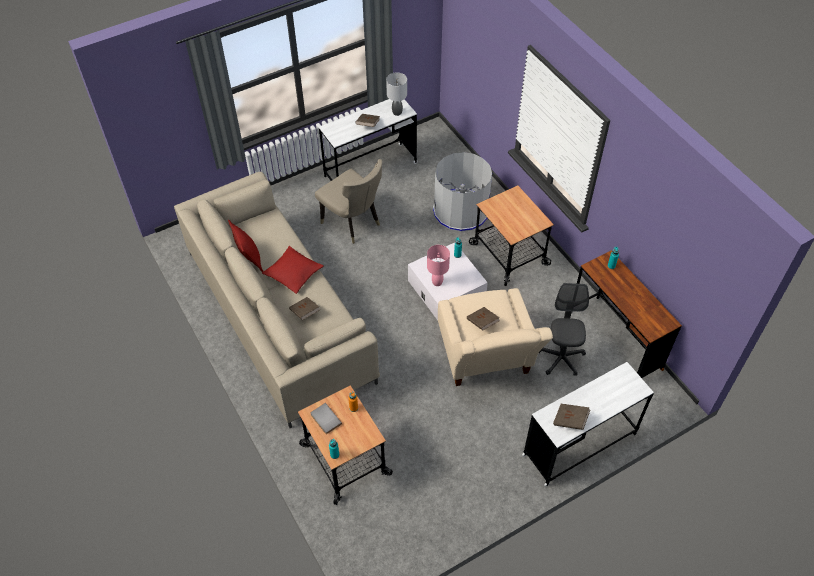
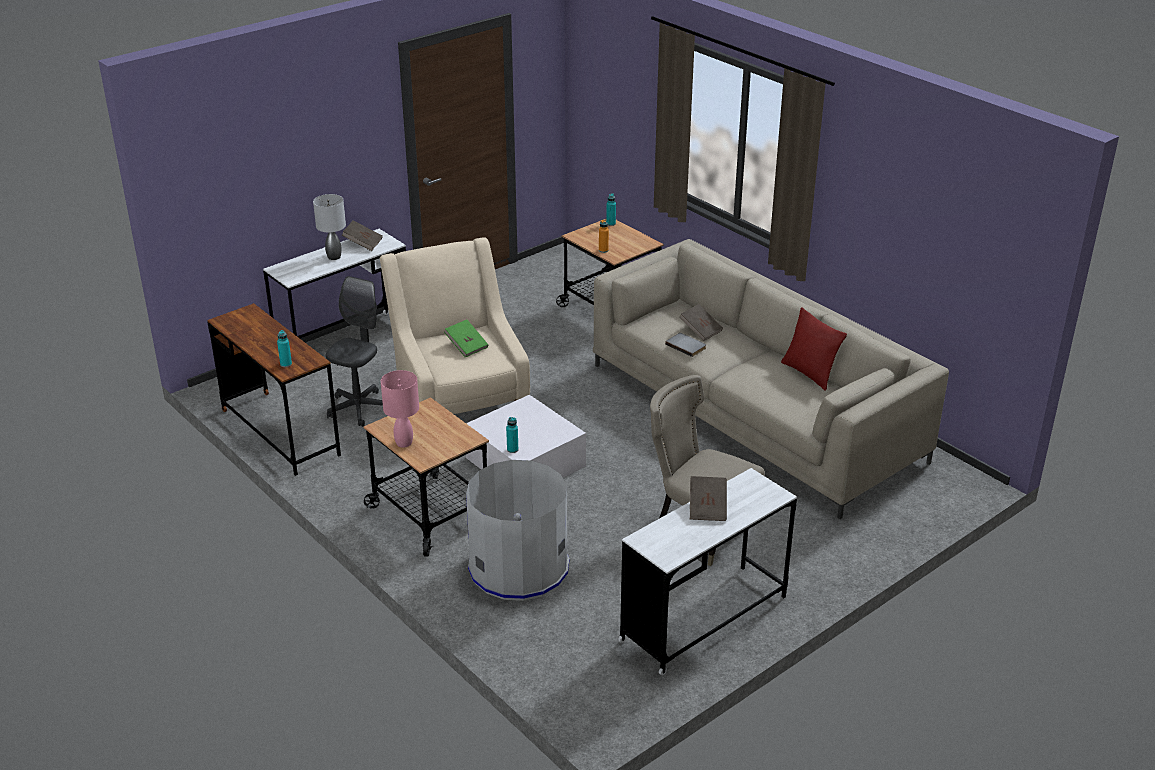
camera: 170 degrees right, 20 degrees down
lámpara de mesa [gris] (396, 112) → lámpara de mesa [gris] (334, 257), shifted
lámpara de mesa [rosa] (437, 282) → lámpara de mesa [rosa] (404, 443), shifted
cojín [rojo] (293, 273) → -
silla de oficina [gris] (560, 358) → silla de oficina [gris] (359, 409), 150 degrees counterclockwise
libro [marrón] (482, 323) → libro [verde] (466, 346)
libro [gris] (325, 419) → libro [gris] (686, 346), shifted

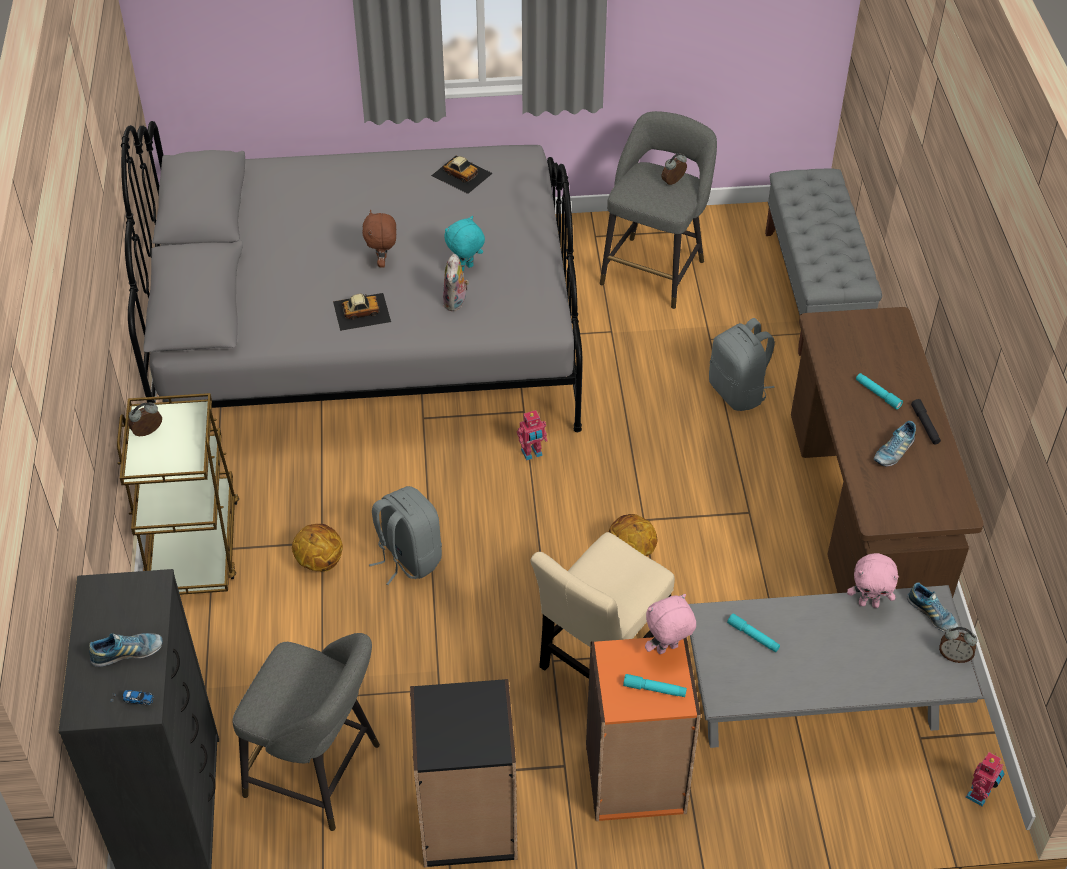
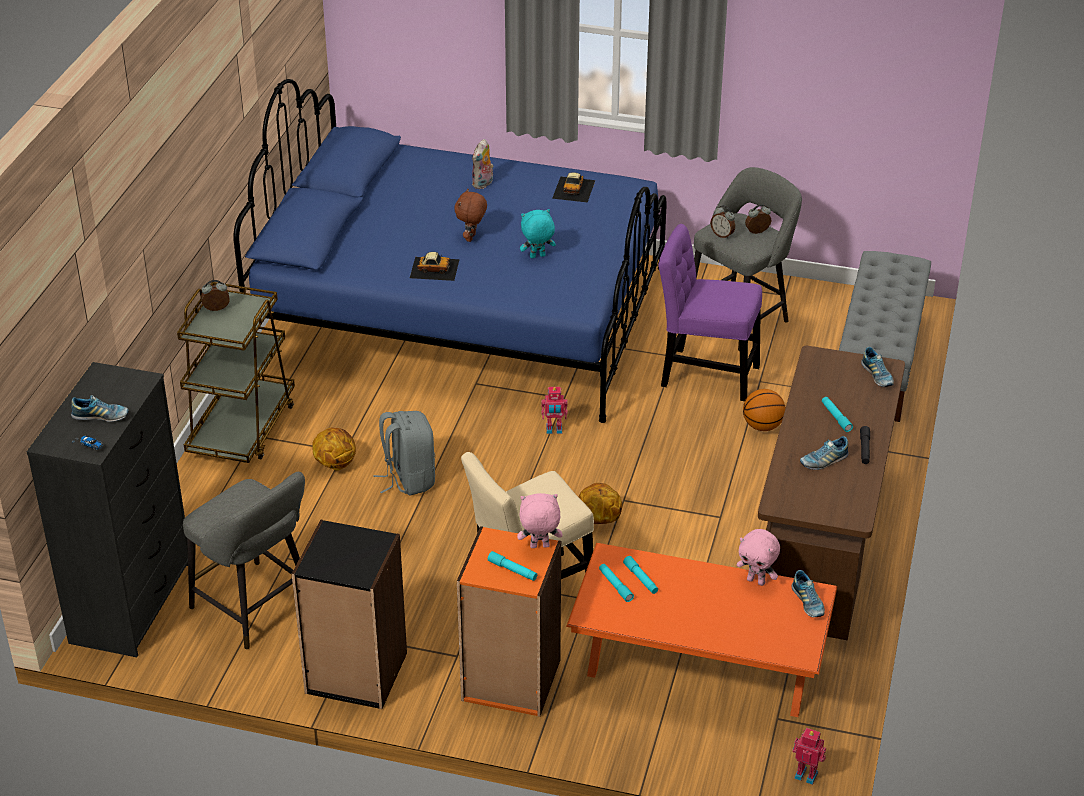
camera: 20 degrees right, 10 degrees down
cama [gris] (369, 337) → cama [azul] (463, 315)
coche de juguete (461, 174) → coche de juguete (574, 189), 45 degrees clockwise
peluche (456, 302) → peluche (483, 184), shifted
mochila [gris] (738, 392) → balón de baloncesto (762, 426)
mesa de centro [gris] (817, 705) → mesa de centro [naranja] (699, 671)
despertador (954, 656) → despertador (722, 235), shifted
robot de juguete (980, 795) → robot de juguete (806, 774), 120 degrees counterclockwise
- → silla [morado] (704, 374)
- → zapato (877, 376)
- → linterna [turquesa] (615, 585)

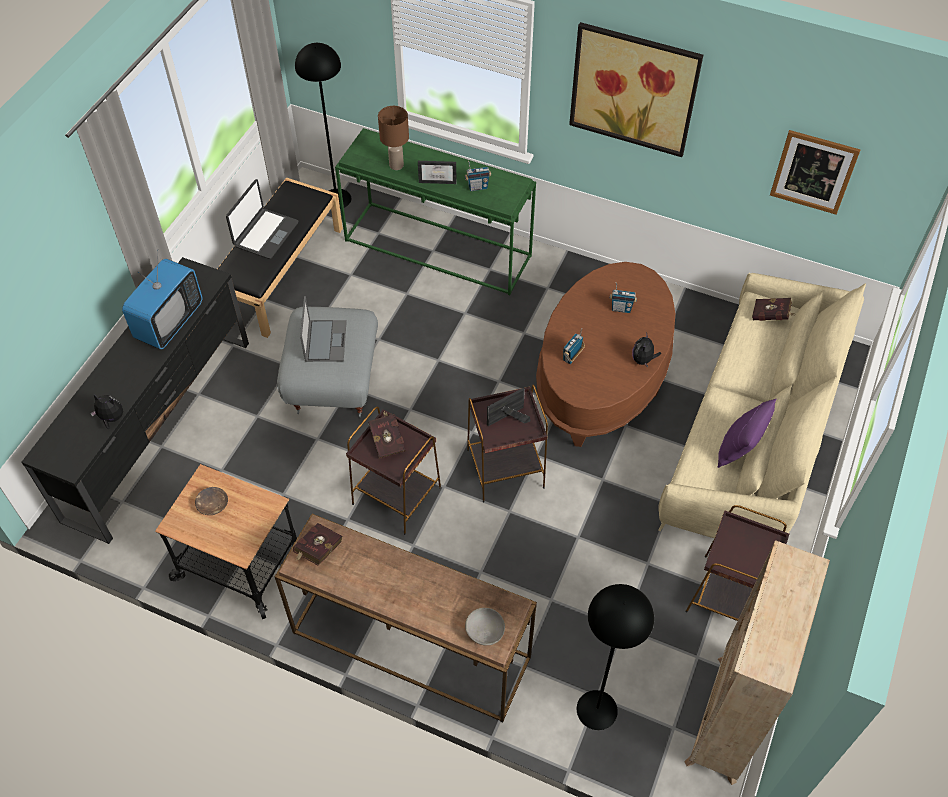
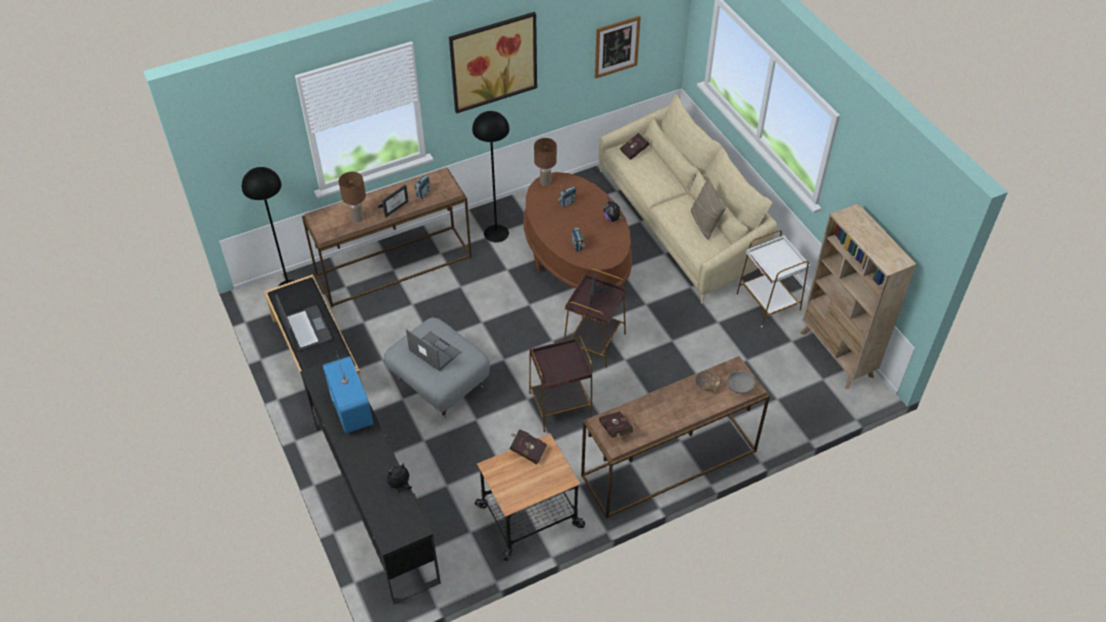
camera: 50 degrees left, 5 degrees down
mesa consola [verde] (439, 248) → mesa consola [marrón] (394, 265)
cojín [morado] (739, 448) → cojín [beis] (705, 223)
libro [rojo] (387, 440) → libro [rojo] (527, 451), shifted
cuenco [marrón] (212, 505) → cuenco [marrón] (707, 384), shifted
mesa auxiliar [marrón] (727, 596) → mesa auxiliar [blanco] (768, 303)
lámpara de pie [negro] (596, 710) → lámpara de pie [negro] (496, 233), shifted
- → lámpara de mesa [marrón] (545, 182)

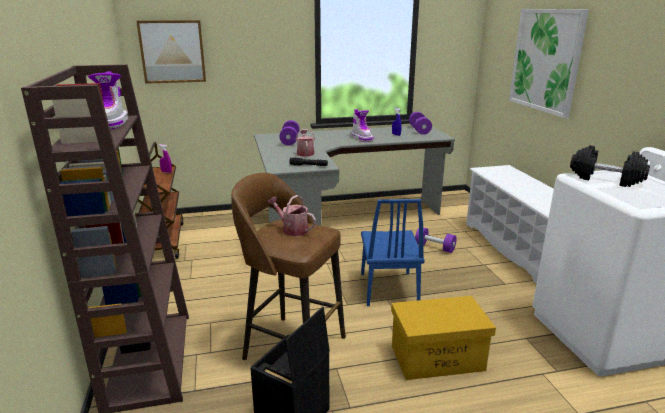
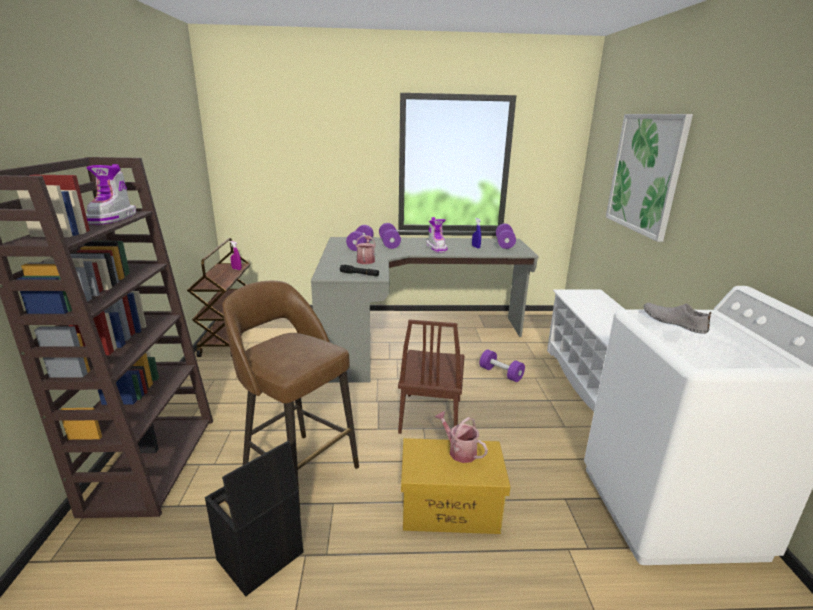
camera: 10 degrees right, 0 degrees up
cuadro (172, 51) → -
mancuerna [negro] (605, 179) → zapato [gris] (673, 322)
regadera (292, 229) → regadera (459, 451), shifted
silla [azul] (388, 288) → silla [marrón] (430, 415)
- → mancuerna [morado] (389, 244)

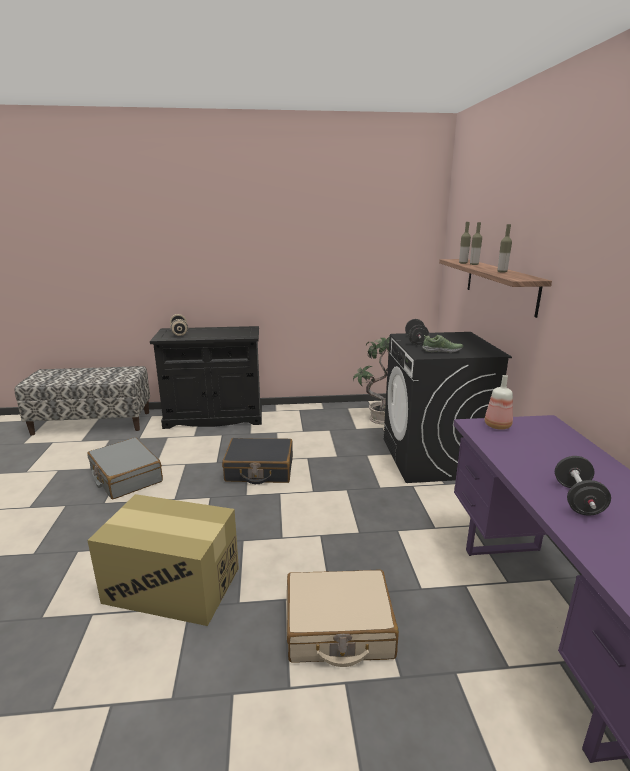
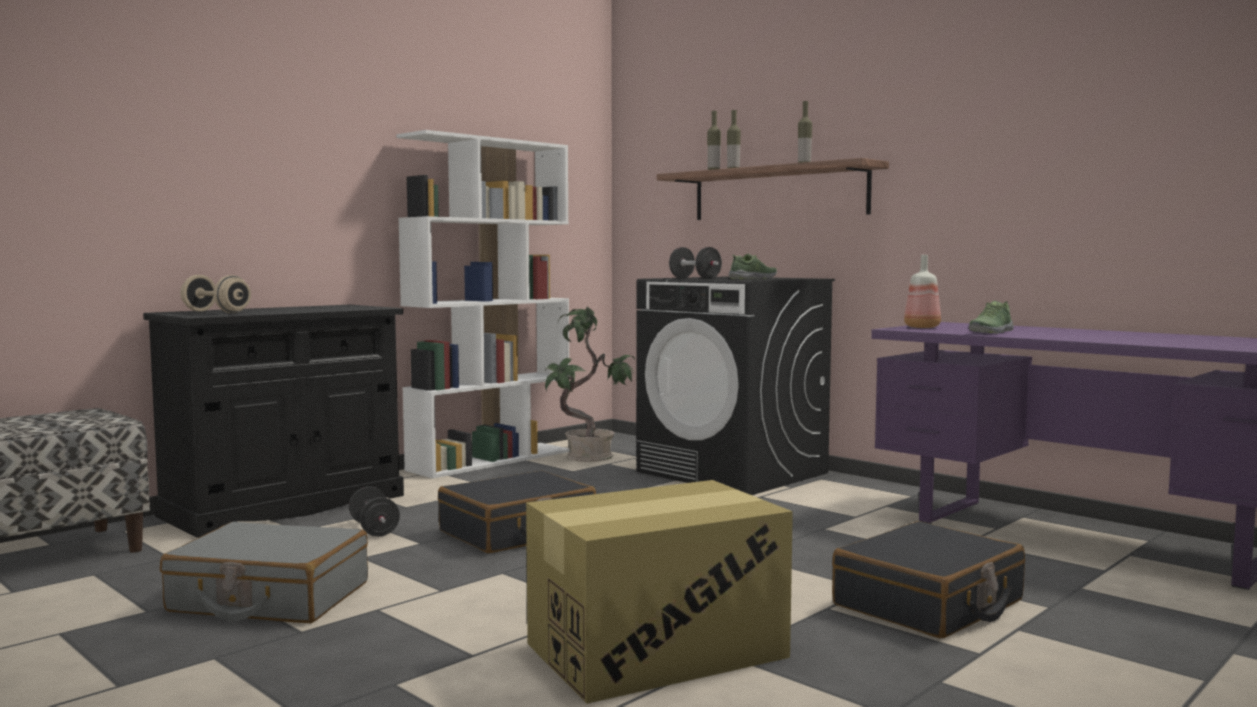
camera: 40 degrees left, 15 degrees down
mancuerna [negro] (577, 500) → mancuerna [negro] (374, 529), shifted
maleta [beis] (338, 628) → maleta [negro] (929, 604)
- → estantería [blanco] (491, 460)
- → zapato (990, 332)

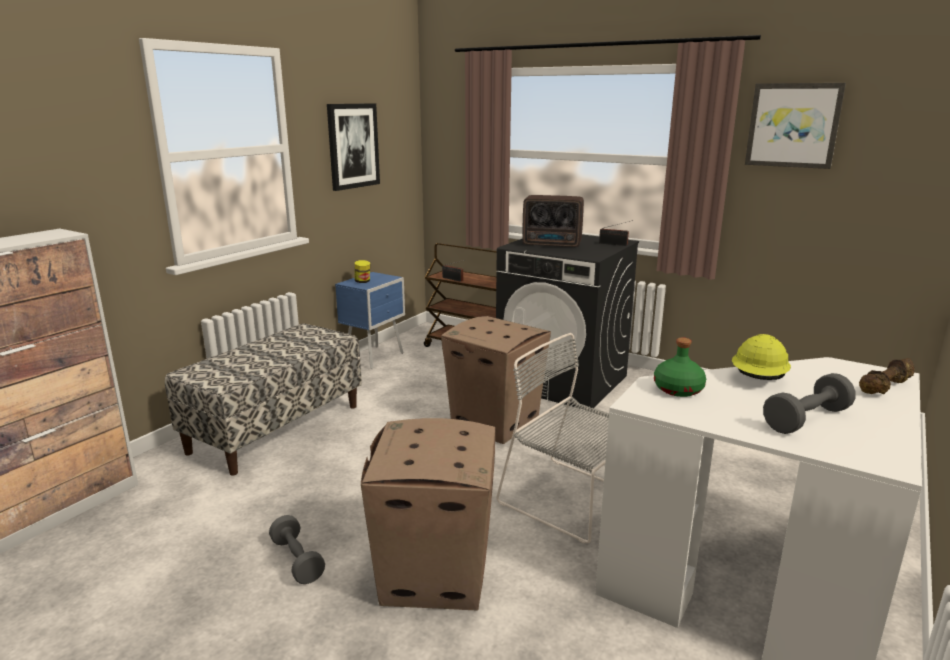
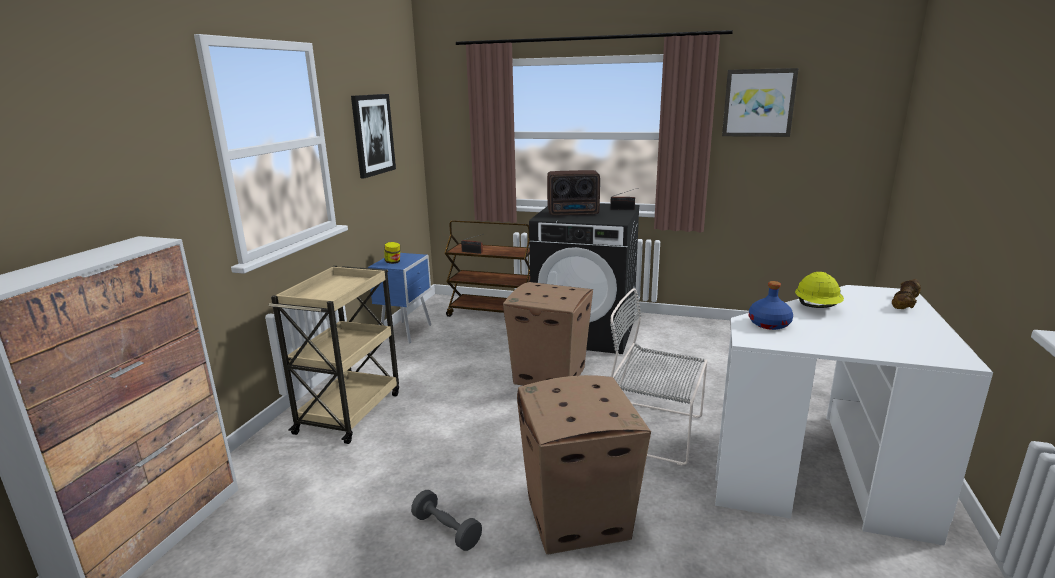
camera: 15 degrees left, 0 degrees up
banco (276, 428) → carrito [beis] (350, 411)
botella [verde] (679, 389) → botella [azul] (769, 324)
mancuerna [gris] (806, 419) → -

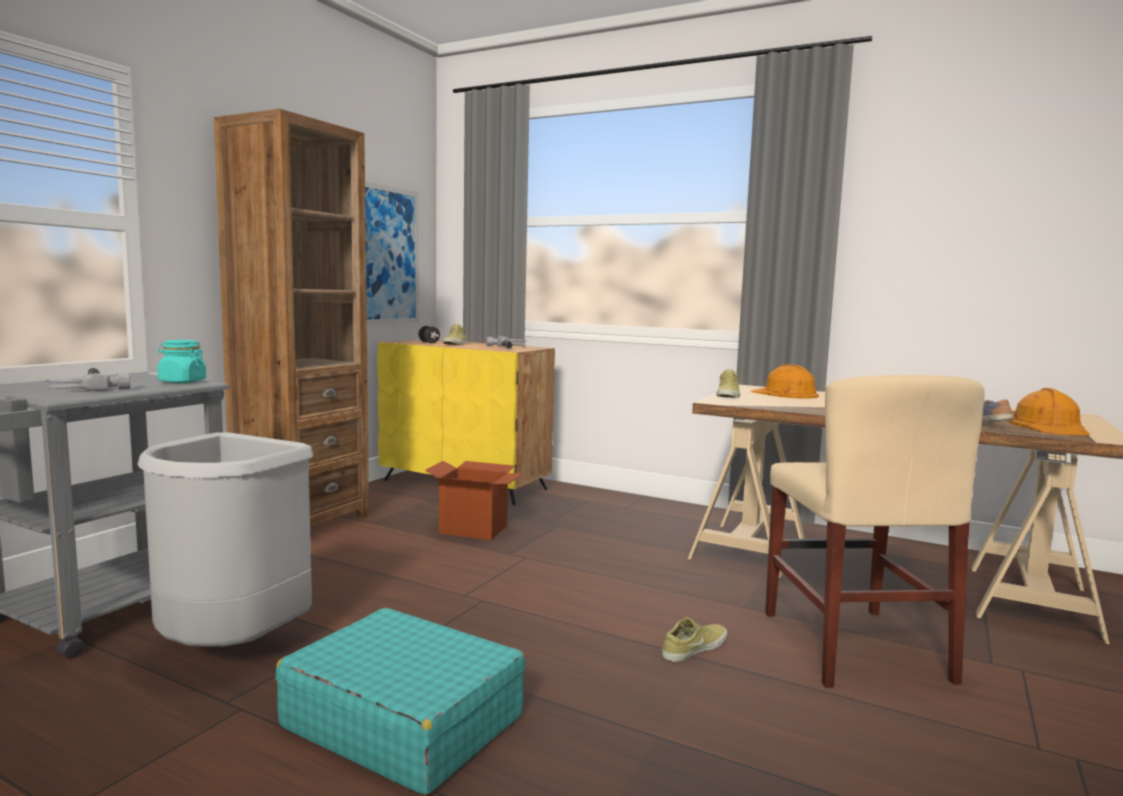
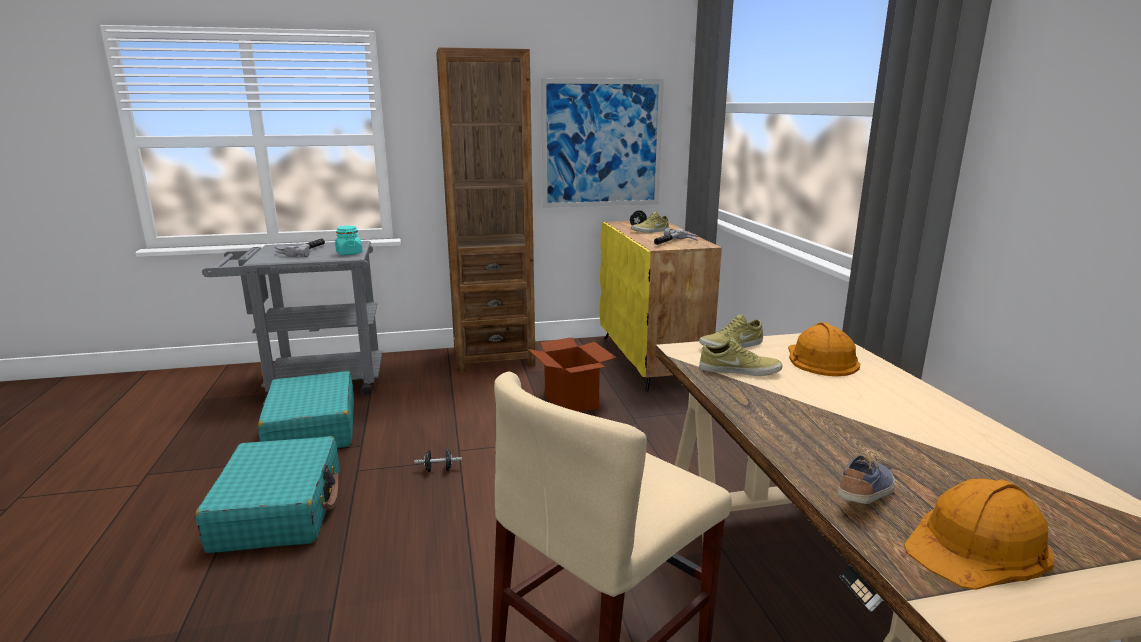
camera: 50 degrees right, 10 degrees up
papelera [gris] (231, 650) → maleta [turquesa] (312, 428)
zapato [beis] (693, 647) → zapato [beis] (739, 370), shifted
- → mancuerna [negro] (439, 469)

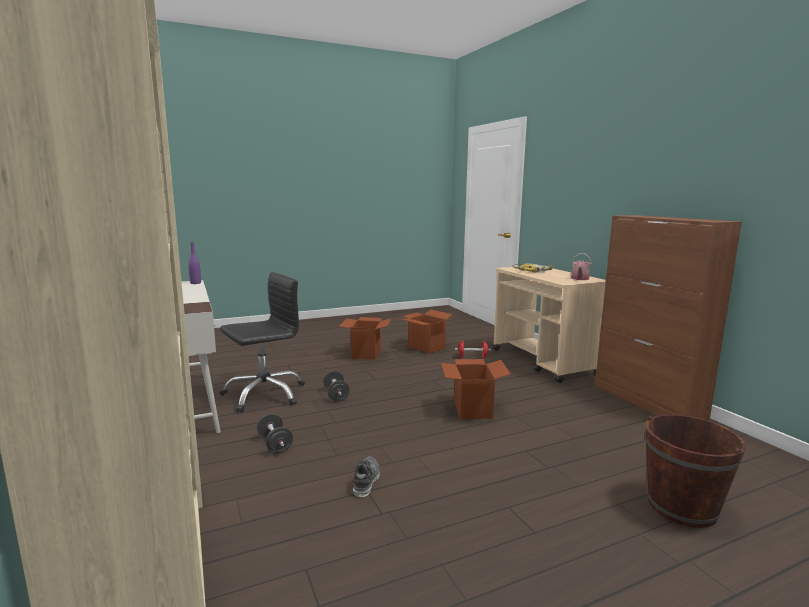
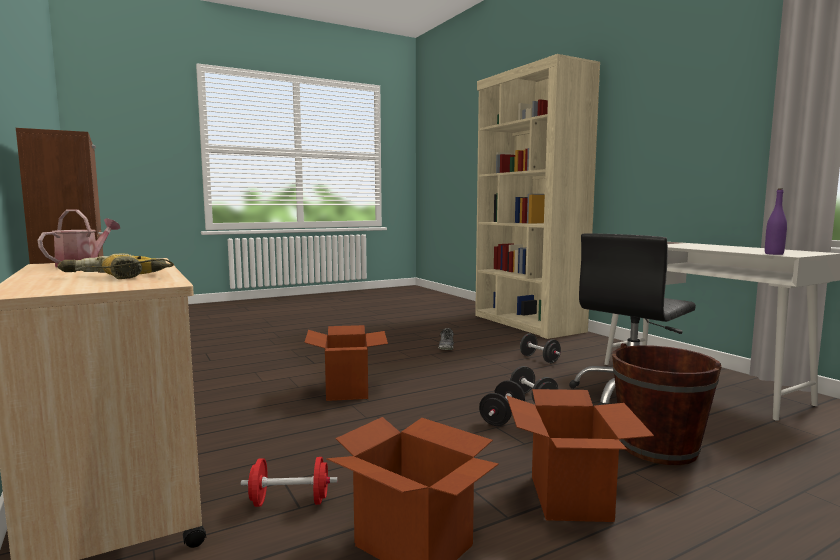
camera: 175 degrees right, 5 degrees down
cubo [marrón] (682, 507) → cubo [marrón] (658, 448), shifted
- → mancuerna [negro] (502, 417)

